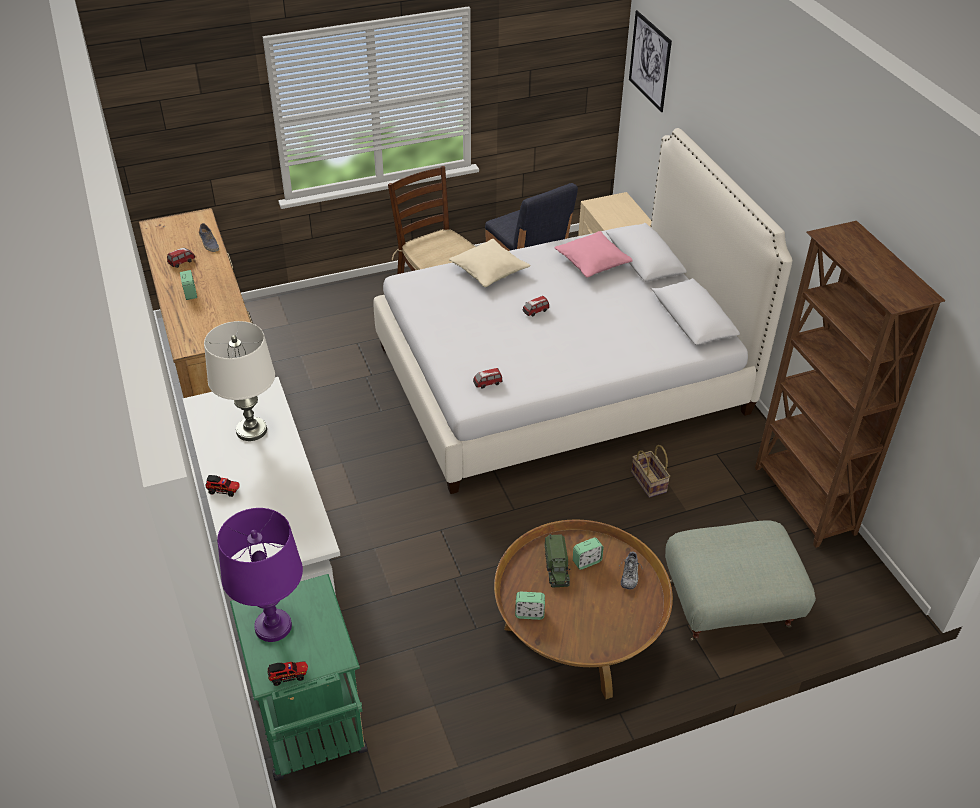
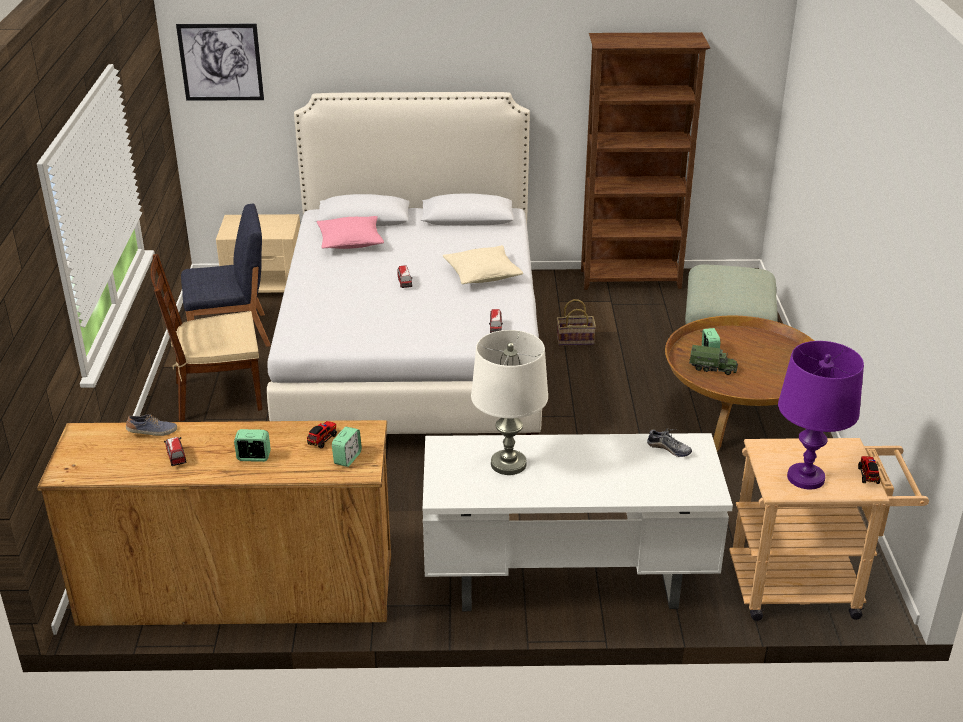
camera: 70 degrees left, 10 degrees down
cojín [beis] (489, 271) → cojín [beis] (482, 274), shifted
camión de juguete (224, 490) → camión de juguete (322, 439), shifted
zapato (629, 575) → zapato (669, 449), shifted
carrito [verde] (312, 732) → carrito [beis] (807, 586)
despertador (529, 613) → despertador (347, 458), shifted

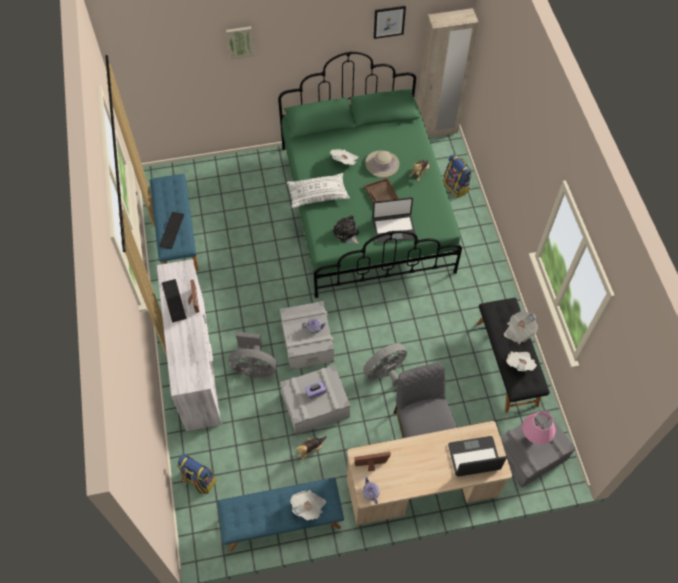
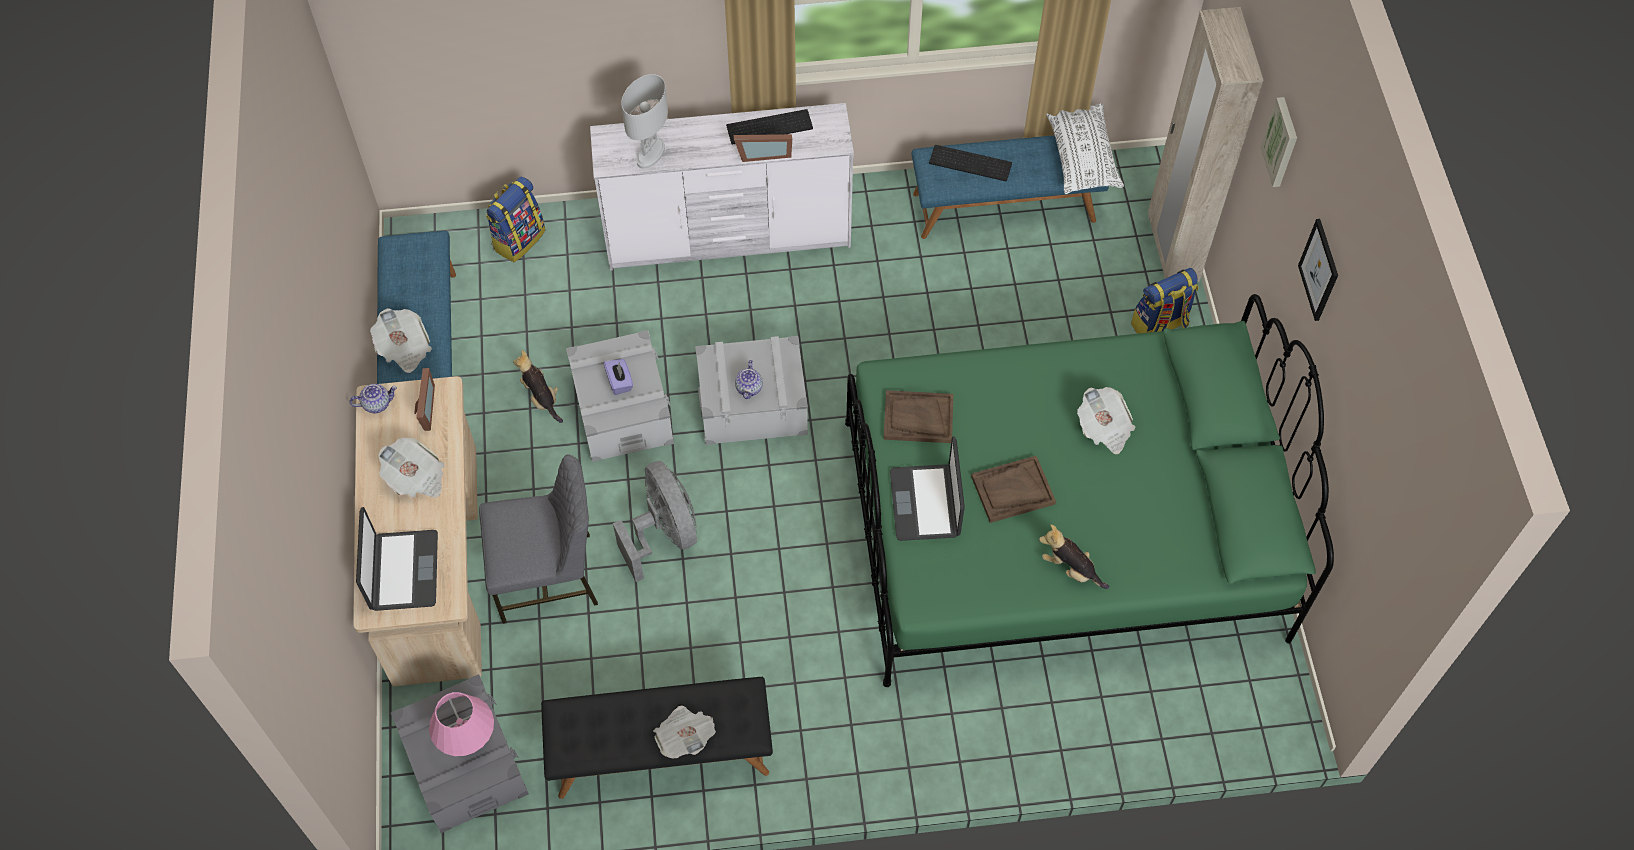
camera: 95 degrees right, 0 degrees up
cuadro (389, 21) → cuadro (1319, 270), shifted
armario ropero [beis] (436, 130) → armario ropero [beis] (1172, 249), shifted
sombrero [beis] (382, 164) → -
mochila (456, 186) → mochila (1159, 326), shifted
cojín [blanco] (318, 195) → cojín [blanco] (1081, 157), shifted
peluche (346, 233) → bandeja [marrón] (918, 418)
ventilador [gris] (254, 367) → -
periódico (520, 364) → periódico (416, 478), shifted
- → lámpara de mesa [blanco] (650, 153)

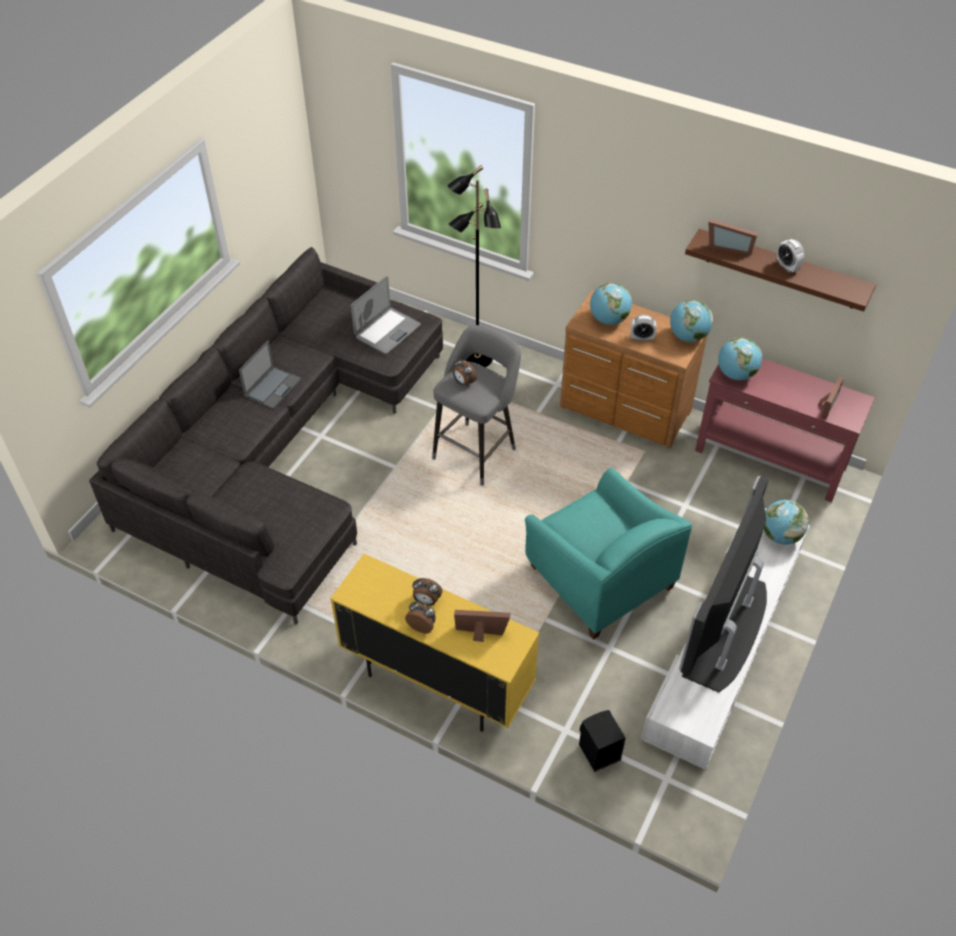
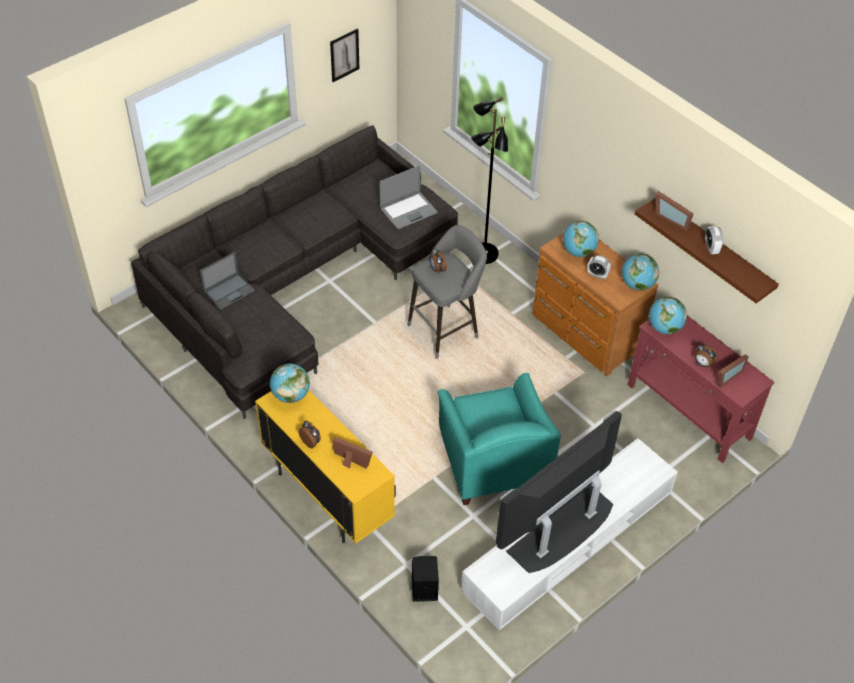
camera: 20 degrees right, 0 degrees up
portátil (273, 387) → portátil (229, 291), shifted
globo terráqueo (780, 535) → globo terráqueo (291, 395), shifted
despertador (426, 601) → despertador (703, 364), shifted
- → cuadro (344, 55)

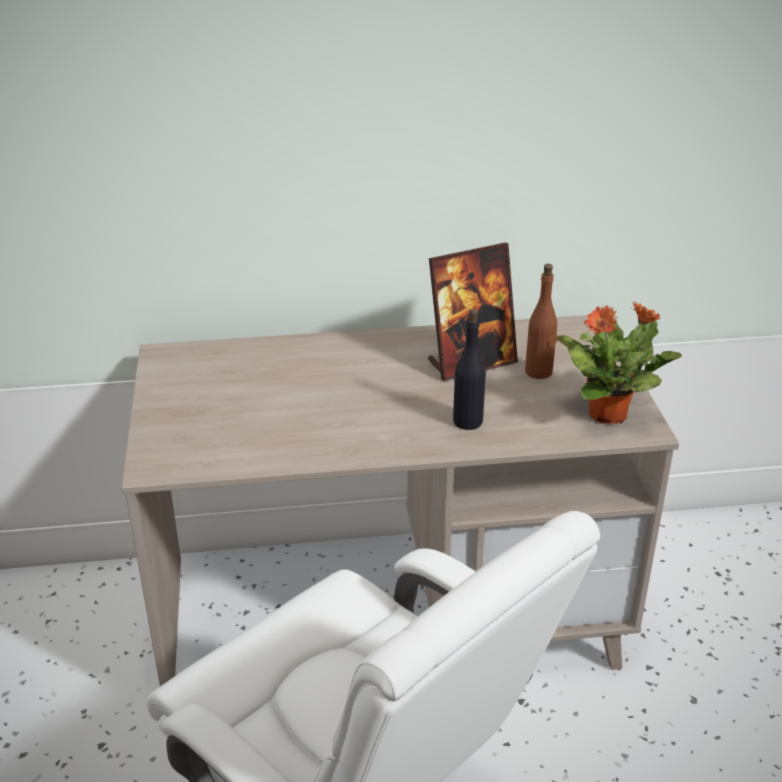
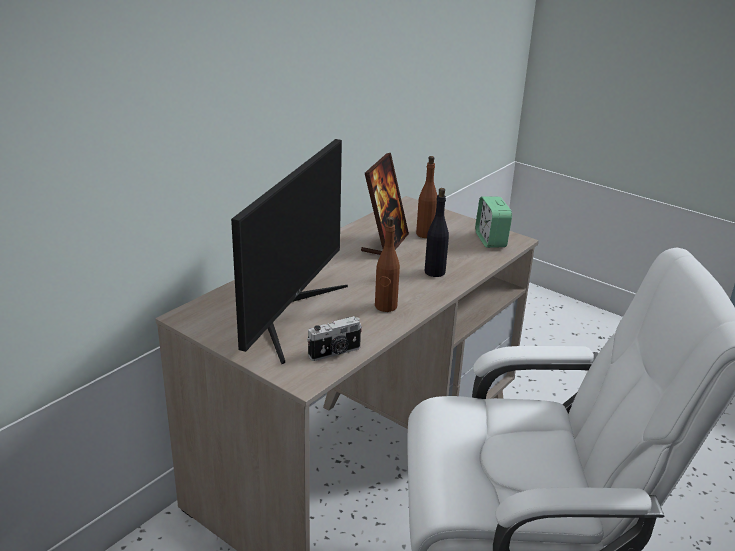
camera: 45 degrees left, 5 degrees down
planta en maceta (609, 414) → despertador (490, 240)
- → monitor (286, 314)
- → botella [marrón] (385, 306)
- → cámara (335, 353)

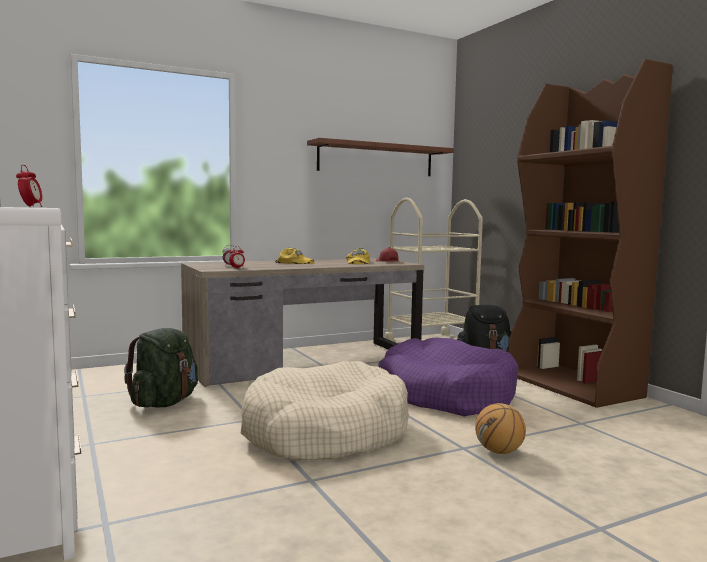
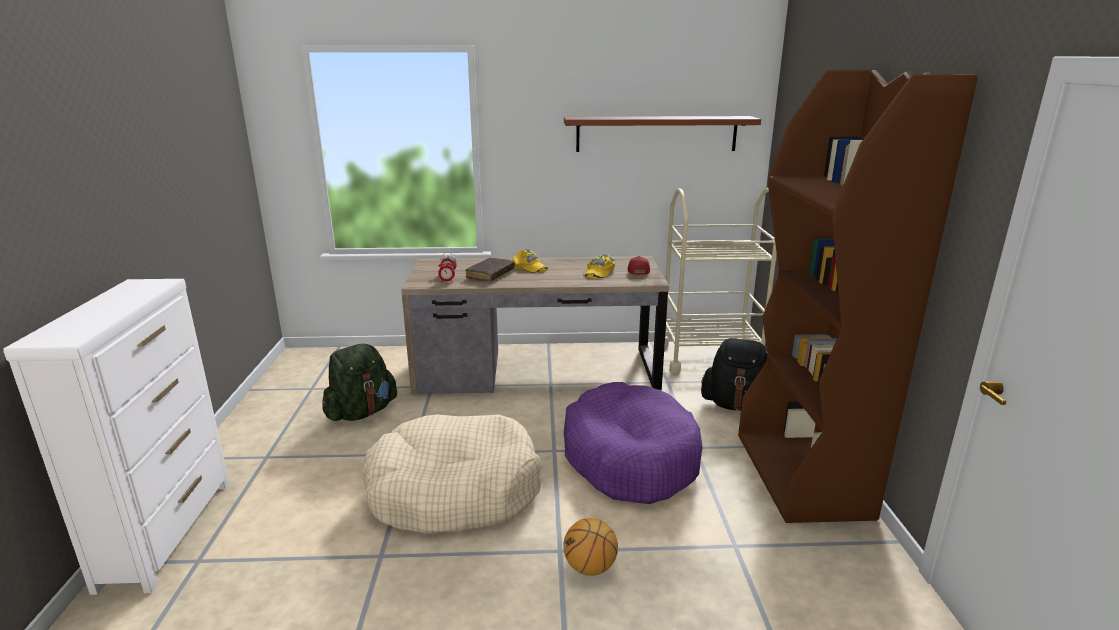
camera: 25 degrees right, 15 degrees up
despertador (30, 207) → -
- → libro [marrón] (490, 274)

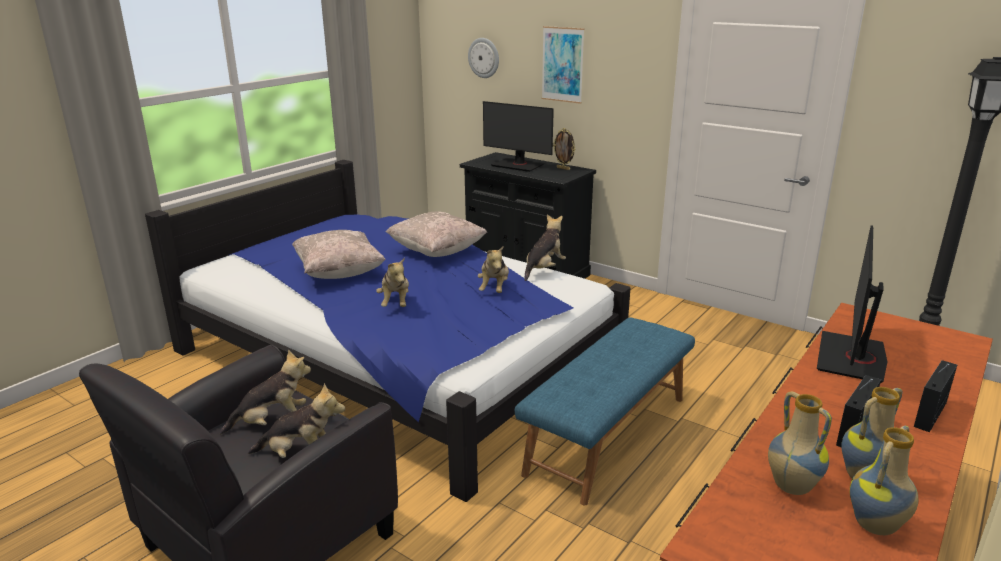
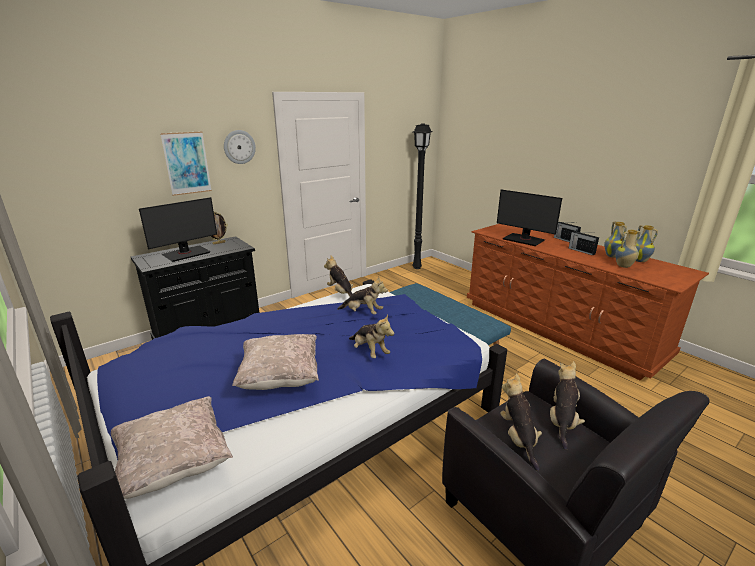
camera: 75 degrees left, 0 degrees up
reloj de pared (484, 58) → reloj de pared (239, 147), shifted
cojín [beis] (437, 252) → cojín [beis] (174, 464), shifted
peluche (395, 303) → peluche (369, 352), 45 degrees clockwise

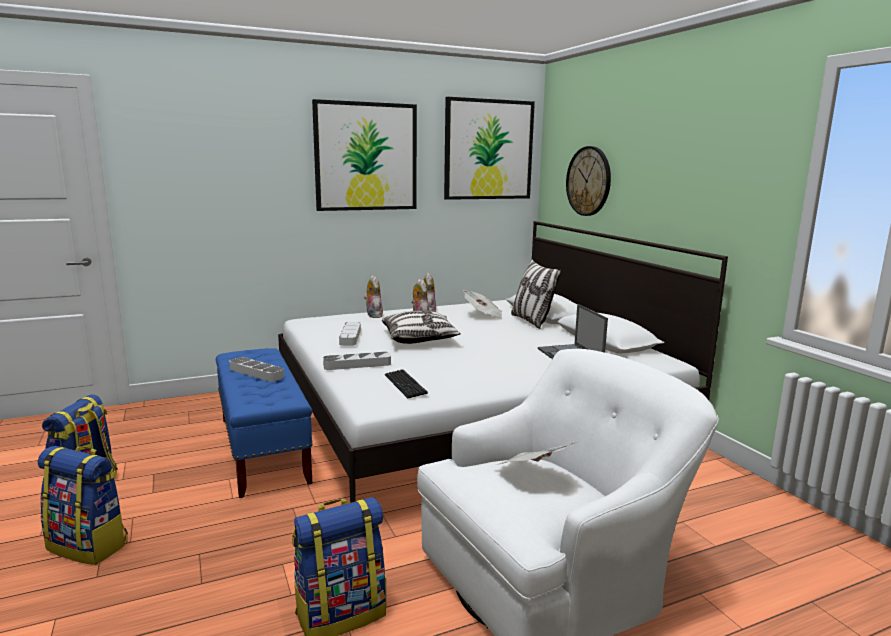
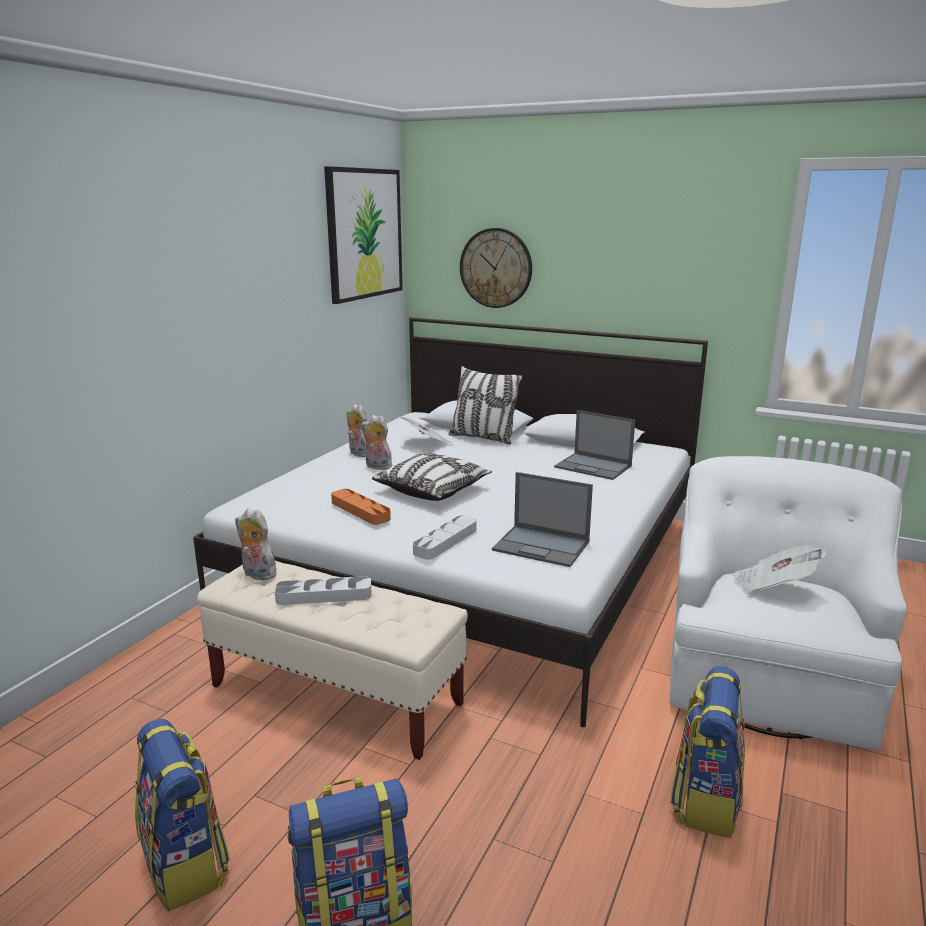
camera: 40 degrees left, 5 degrees up
cuadro (366, 157) → -
peluche (373, 315) → peluche (257, 574), shifted
bandeja [gris] (350, 336) → bandeja [naranja] (360, 510)
banco [azul] (263, 450) → banco [beis] (336, 695)
teclado (405, 385) → portátil (542, 546)

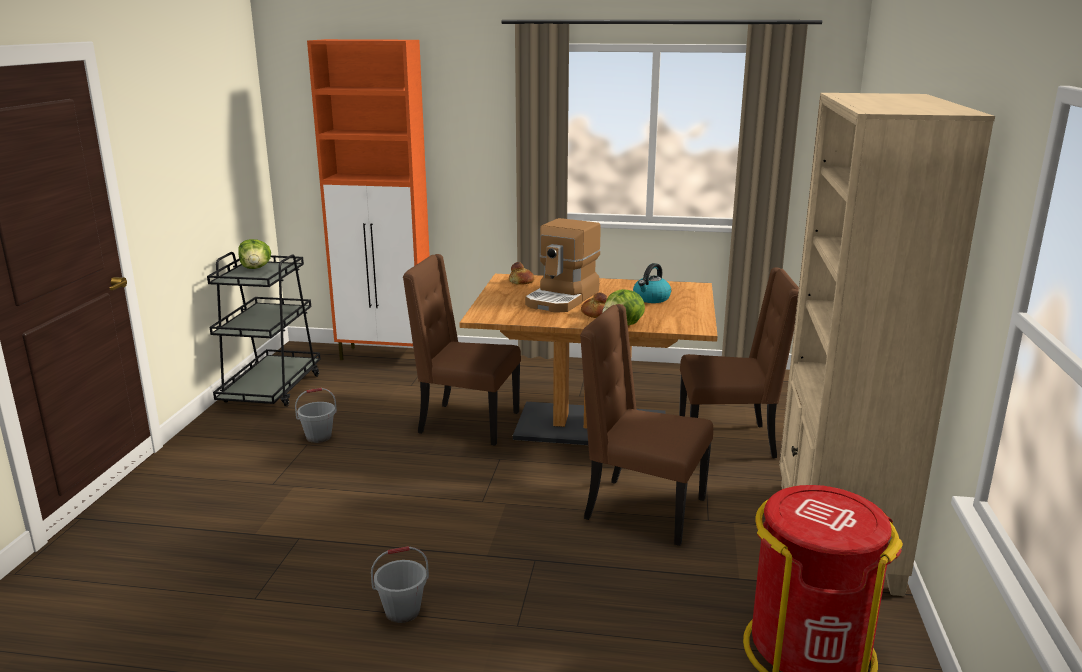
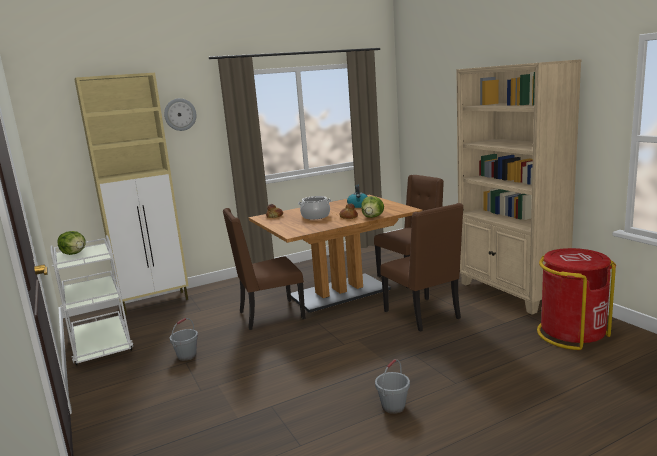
camera: 35 degrees left, 5 degrees down
armario [naranja] (387, 356) → armario [beis] (156, 302)
cafetera (563, 298) → olla (315, 216)
carrito [negro] (272, 390) → carrito [blanco] (102, 346)
silla [marrón] (641, 510) → silla [marrón] (423, 315), 105 degrees counterclockwise
- → reloj de pared (180, 114)

